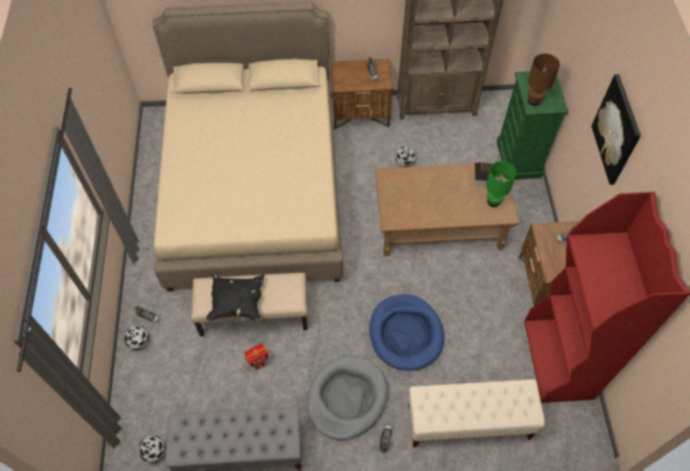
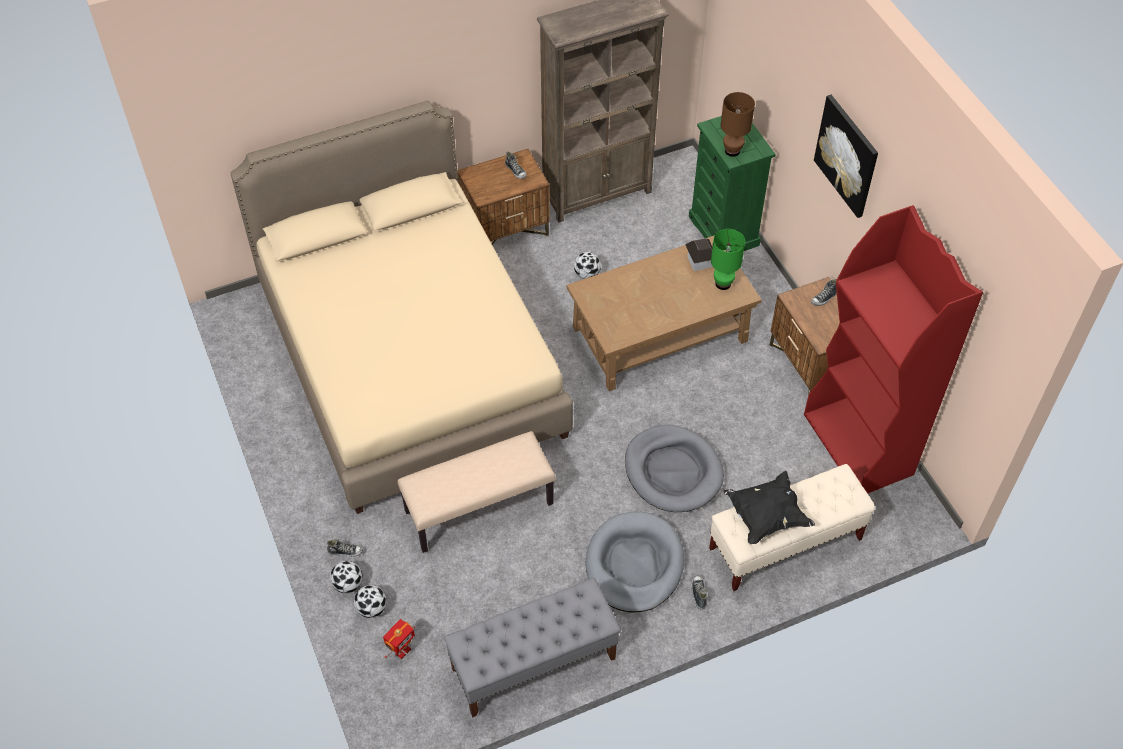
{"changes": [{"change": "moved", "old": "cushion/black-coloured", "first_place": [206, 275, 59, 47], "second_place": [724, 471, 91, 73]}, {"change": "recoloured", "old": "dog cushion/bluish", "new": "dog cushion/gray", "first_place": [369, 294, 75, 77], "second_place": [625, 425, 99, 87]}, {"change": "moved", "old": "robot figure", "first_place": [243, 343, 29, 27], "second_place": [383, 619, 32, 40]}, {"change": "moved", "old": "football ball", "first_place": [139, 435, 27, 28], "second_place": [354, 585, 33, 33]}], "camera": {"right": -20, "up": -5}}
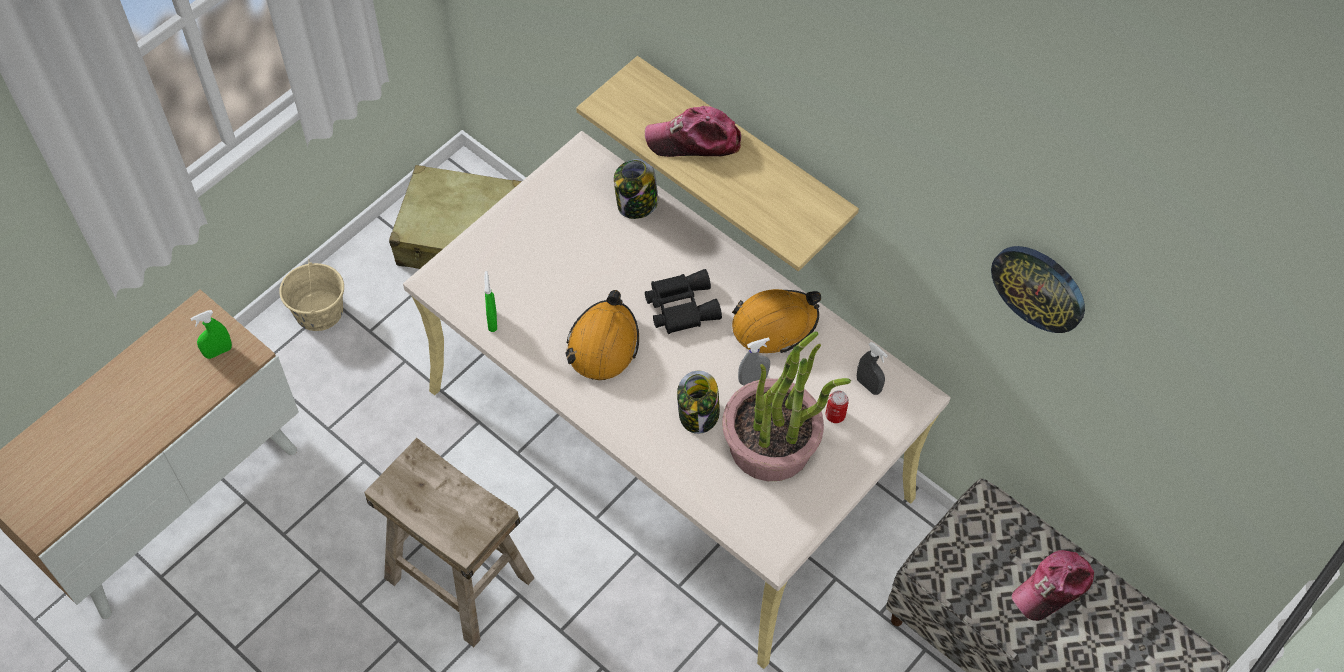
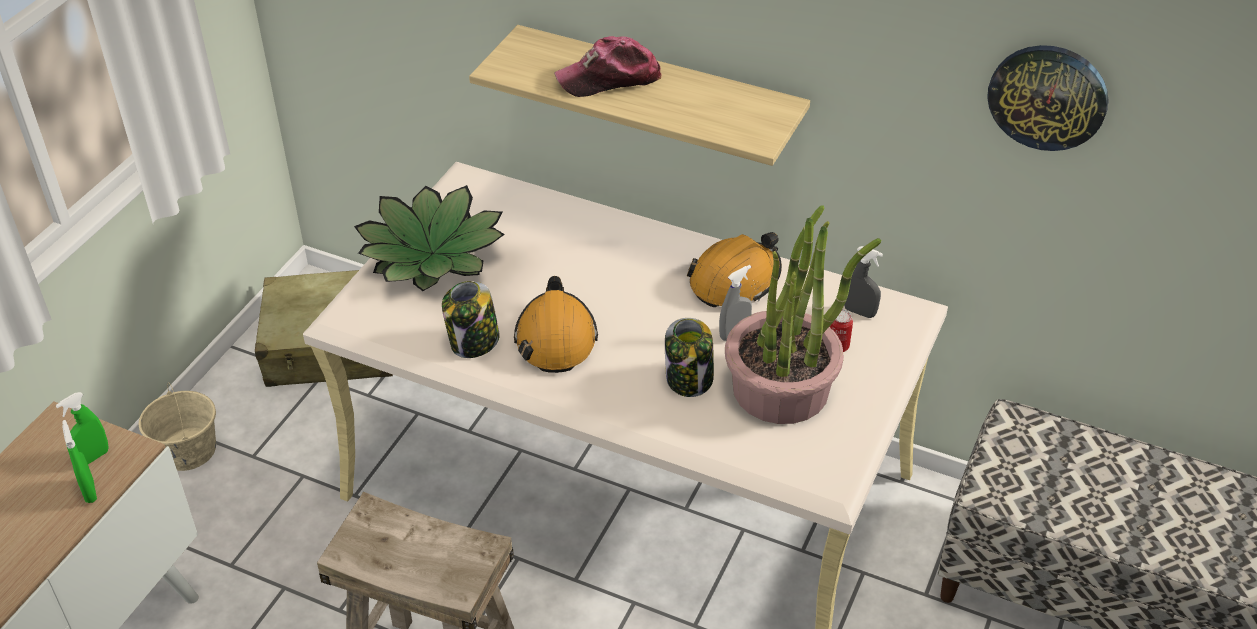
{"changes": [{"change": "moved", "old": "storage jar", "first_place": [614, 159, 44, 60], "second_place": [442, 281, 58, 77]}, {"change": "removed", "old": "field glasses/black-coloured", "first_place": [645, 269, 77, 65]}, {"change": "moved", "old": "sprayer/greenish", "first_place": [484, 271, 13, 61], "second_place": [62, 420, 35, 83]}, {"change": "removed", "old": "cap", "first_place": [1011, 550, 83, 71]}, {"change": "added", "new": "plant in a pot", "second_place": [354, 185, 151, 106]}], "camera": {"right": -15, "up": -15}}
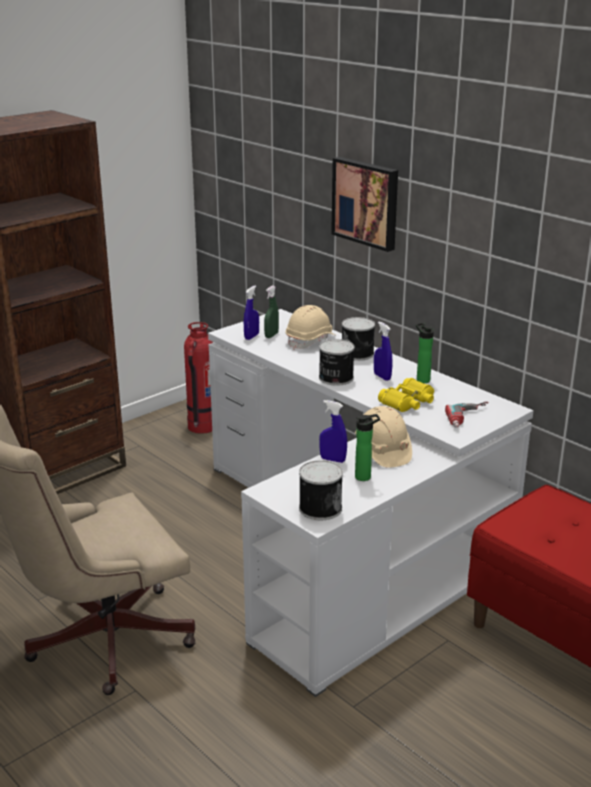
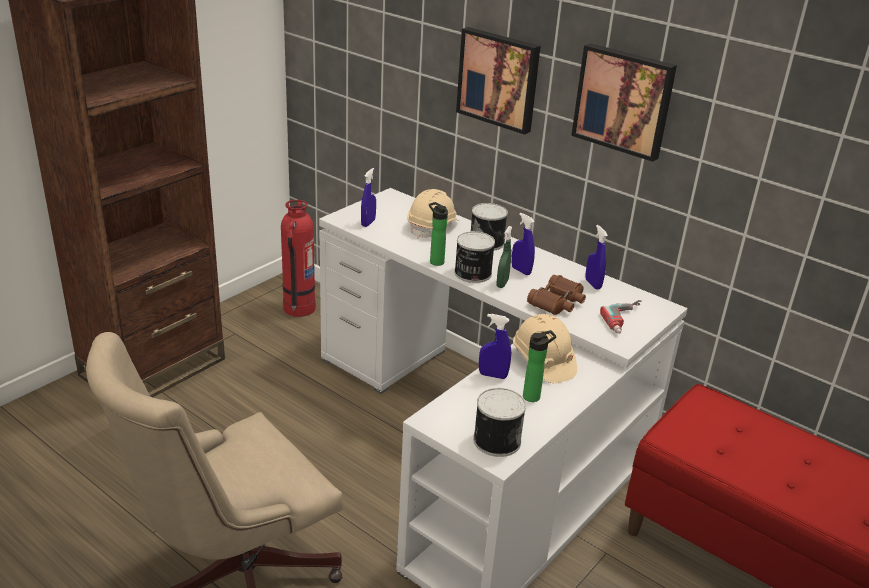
{"changes": [{"change": "moved", "old": "sprayer/greenish", "first_place": [264, 285, 15, 53], "second_place": [496, 226, 16, 62]}, {"change": "moved", "old": "bottle", "first_place": [416, 323, 18, 60], "second_place": [429, 202, 19, 64]}, {"change": "recoloured", "old": "field glasses/yellowish", "new": "field glasses/brownish", "first_place": [378, 378, 56, 34], "second_place": [527, 275, 59, 40]}, {"change": "added", "new": "wall art", "second_place": [571, 43, 106, 119]}, {"change": "added", "new": "sprayer/bluish", "second_place": [586, 225, 22, 65]}], "camera": {"right": -10, "up": 5}}
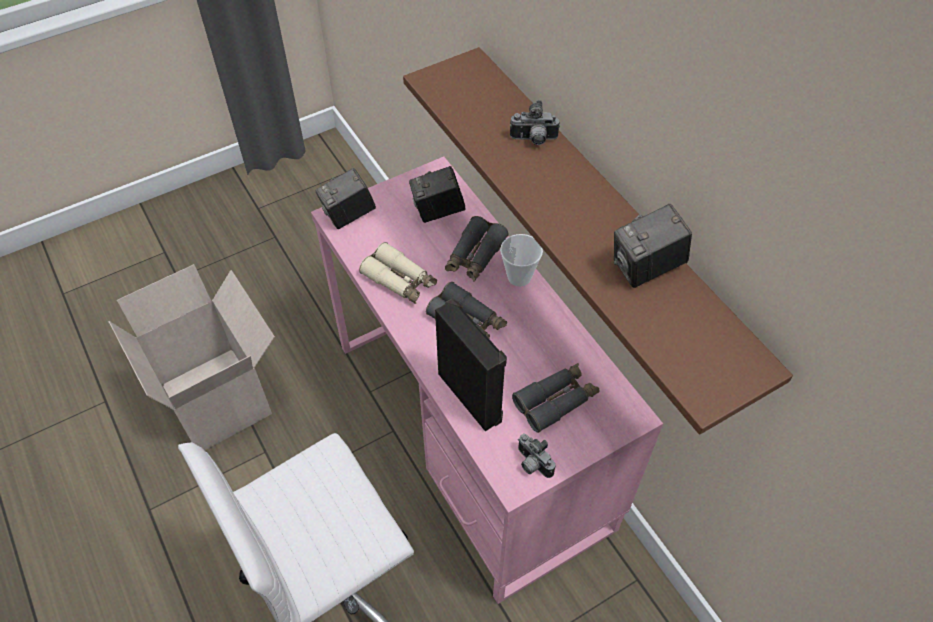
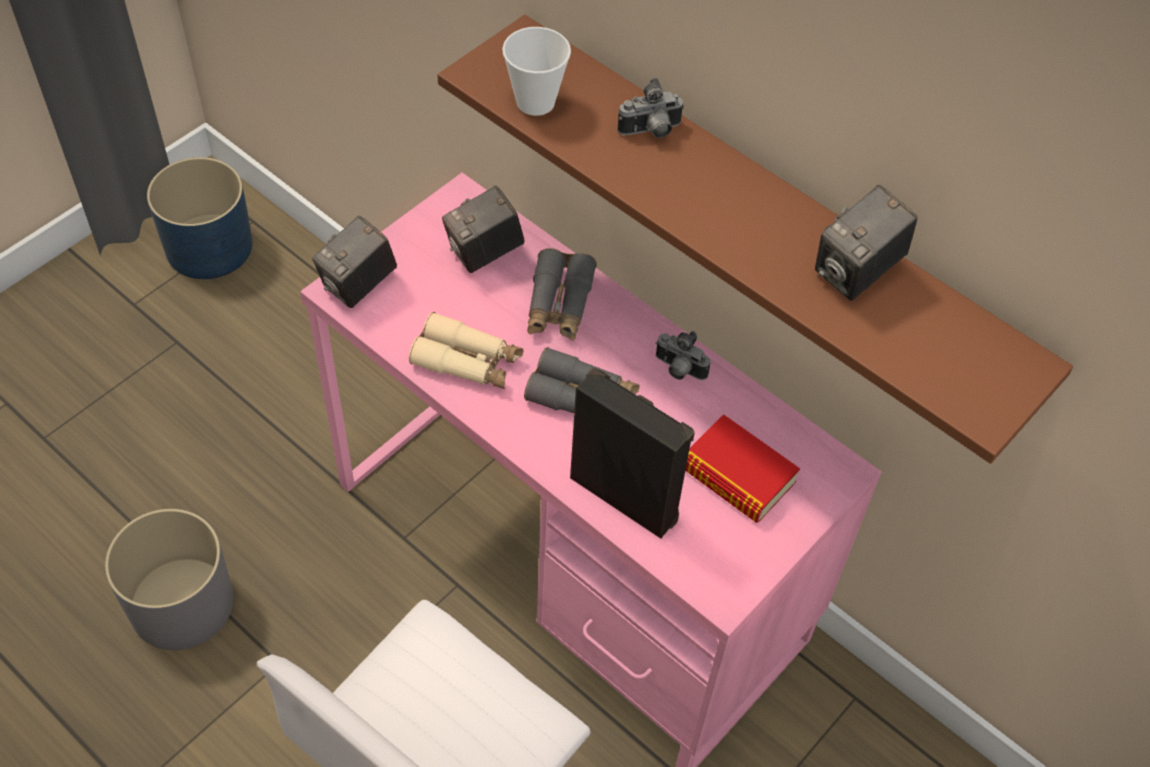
{"changes": [{"change": "moved", "old": "small cup", "first_place": [500, 234, 43, 53], "second_place": [502, 27, 69, 89]}, {"change": "replaced", "old": "cardboard box", "new": "planter/gray", "first_place": [108, 264, 167, 187], "second_place": [105, 509, 128, 141]}, {"change": "replaced", "old": "field glasses/gray", "new": "volume", "first_place": [512, 363, 88, 70], "second_place": [685, 414, 115, 109]}, {"change": "moved", "old": "still camera", "first_place": [518, 434, 37, 44], "second_place": [656, 331, 55, 49]}, {"change": "added", "new": "planter/bluish", "second_place": [147, 157, 106, 122]}], "camera": {"right": -20, "up": 0}}
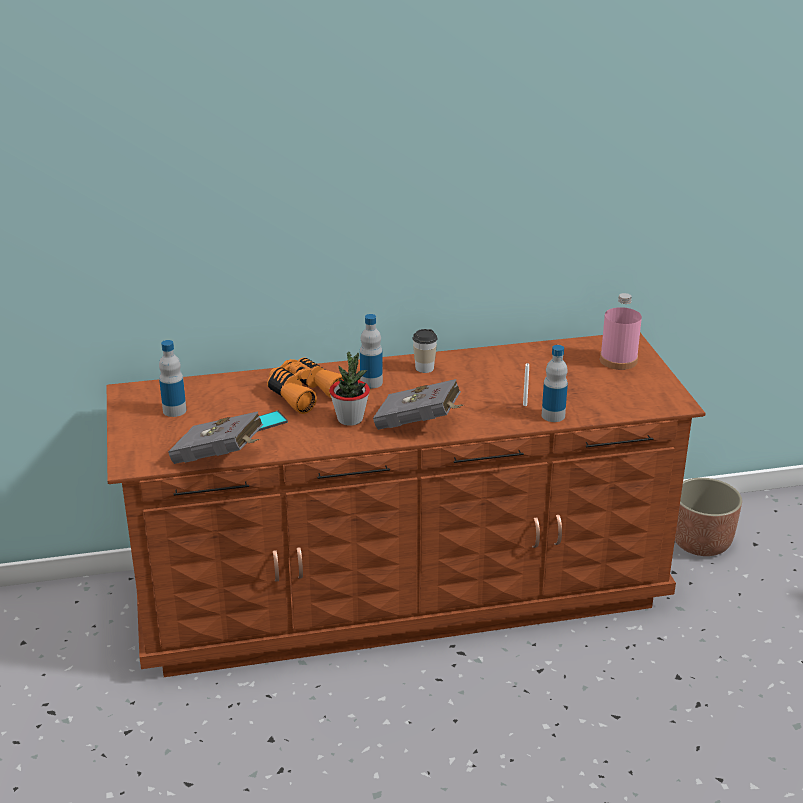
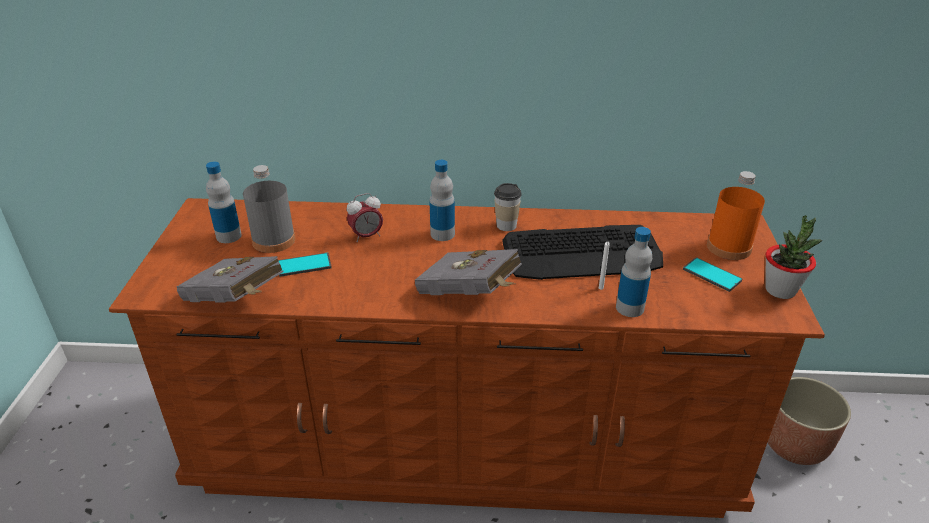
{"changes": [{"change": "recoloured", "old": "bottle/pink", "new": "bottle/orange-coloured", "first_place": [600, 293, 42, 77], "second_place": [707, 171, 58, 89]}, {"change": "moved", "old": "plant in a pot", "first_place": [329, 351, 41, 75], "second_place": [765, 215, 58, 84]}, {"change": "replaced", "old": "field glasses/orange-coloured", "new": "alarm clock", "first_place": [267, 357, 76, 57], "second_place": [347, 193, 36, 49]}, {"change": "added", "new": "bottle/gray", "second_place": [243, 165, 52, 88]}, {"change": "added", "new": "PC keyboard", "second_place": [502, 225, 161, 55]}, {"change": "added", "new": "telephone", "second_place": [683, 257, 59, 35]}], "camera": {"right": 15, "up": 5}}
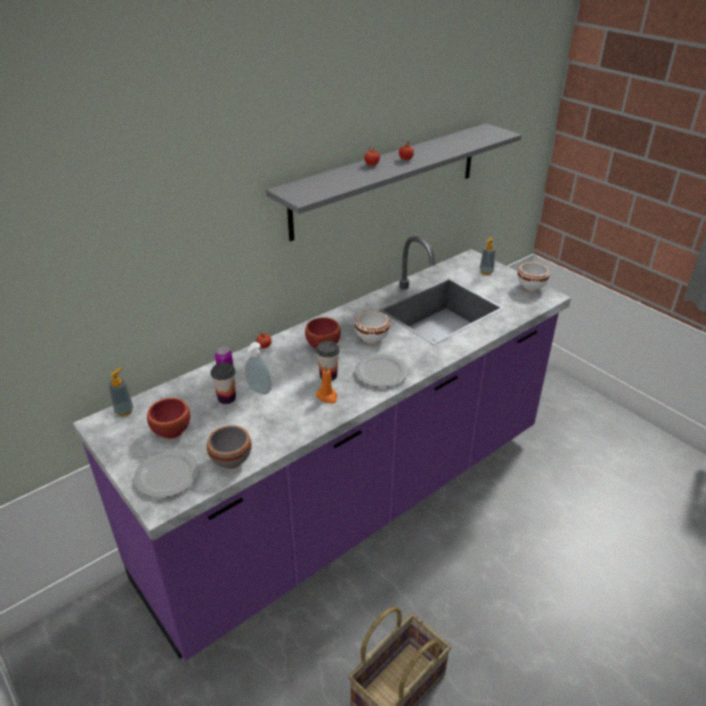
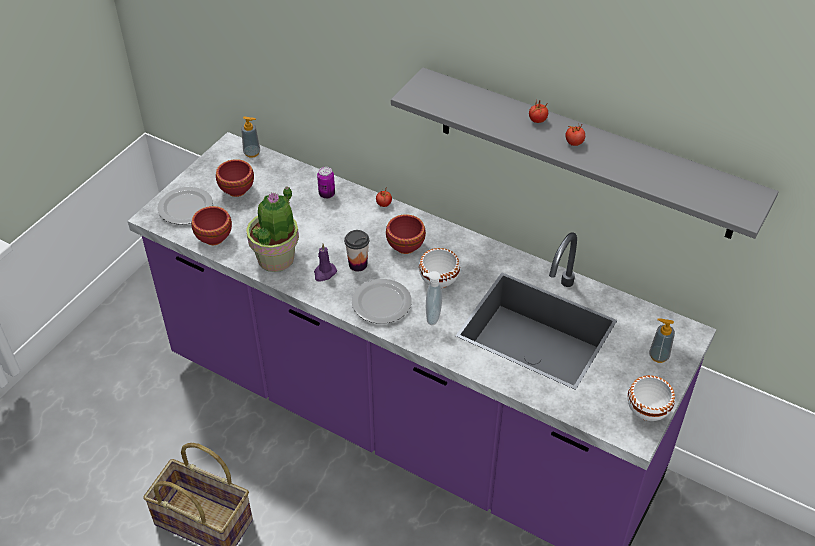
{"changes": [{"change": "moved", "old": "soap bottle", "first_place": [245, 342, 27, 53], "second_place": [423, 271, 19, 54]}, {"change": "removed", "old": "small cup", "first_place": [211, 362, 25, 42]}, {"change": "recoloured", "old": "wax candle/orange-coloured", "new": "wax candle/purple", "first_place": [316, 365, 21, 39], "second_place": [314, 244, 23, 38]}, {"change": "recoloured", "old": "bowl/gray", "new": "bowl/red", "first_place": [207, 425, 44, 44], "second_place": [191, 206, 41, 39]}, {"change": "added", "new": "plant in a pot", "second_place": [246, 186, 53, 86]}], "camera": {"right": 70, "up": 10}}
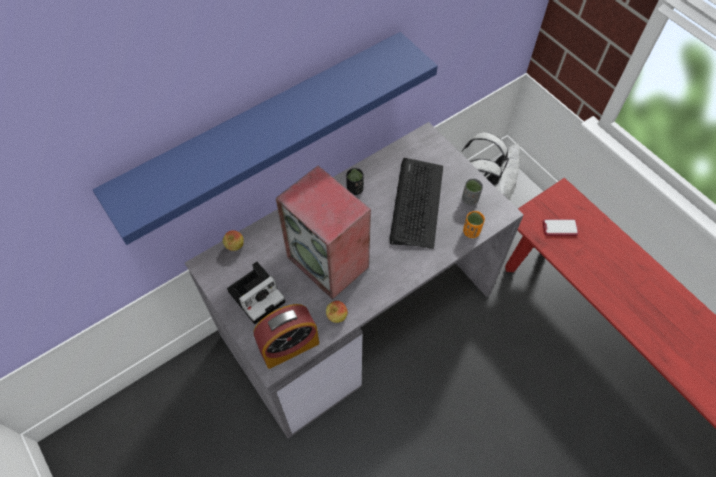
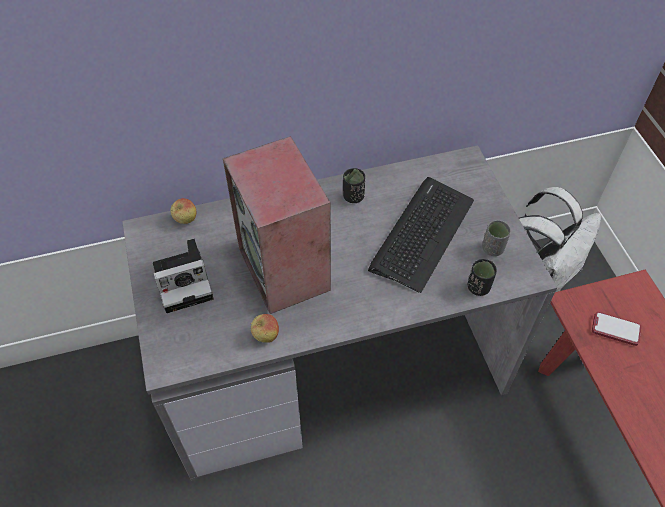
{"changes": [{"change": "removed", "old": "shelf/bluish", "first_place": [93, 32, 345, 213]}, {"change": "recoloured", "old": "small cup/orange-coloured", "new": "small cup/black-coloured", "first_place": [463, 211, 22, 27], "second_place": [467, 259, 30, 37]}, {"change": "removed", "old": "alarm clock", "first_place": [254, 304, 65, 65]}], "camera": {"right": 20, "up": -5}}
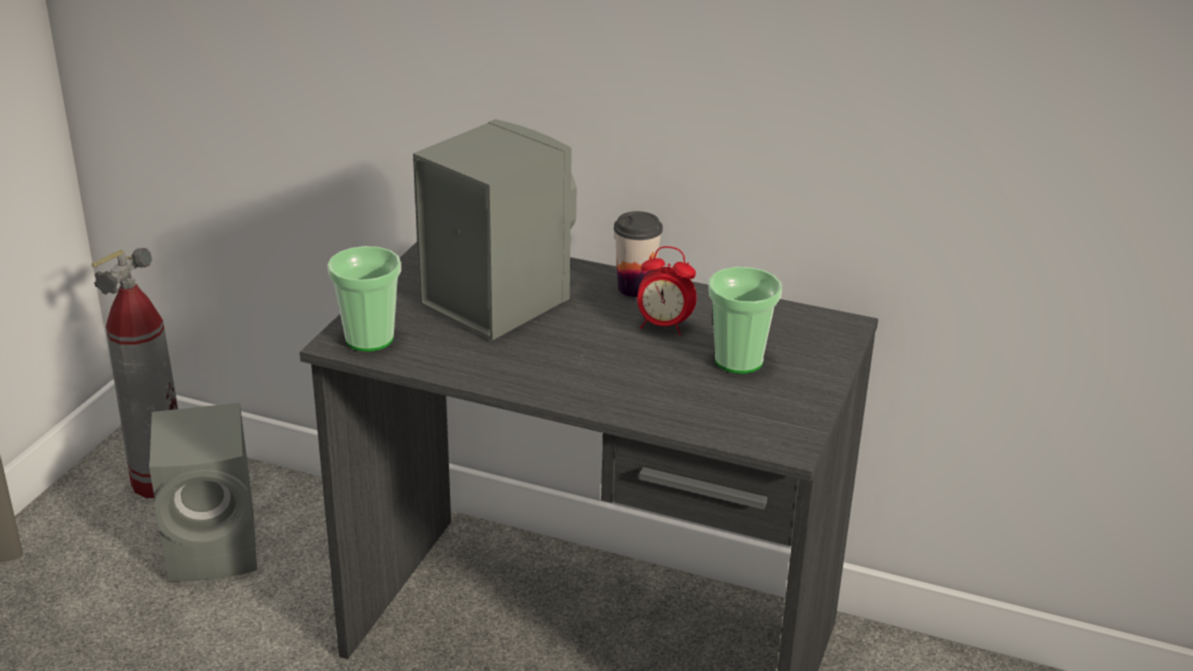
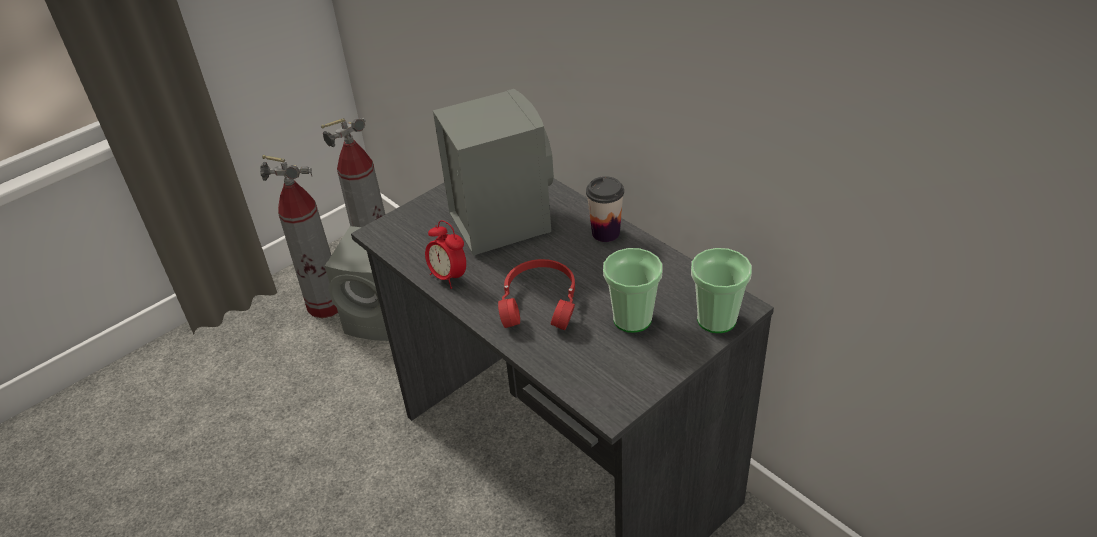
{"changes": [{"change": "moved", "old": "small cup", "first_place": [327, 246, 74, 106], "second_place": [691, 248, 61, 85]}, {"change": "moved", "old": "alarm clock", "first_place": [637, 246, 60, 90], "second_place": [425, 220, 41, 69]}, {"change": "added", "new": "extinguisher", "second_place": [260, 155, 78, 163]}, {"change": "added", "new": "headphones/red", "second_place": [498, 259, 77, 71]}], "camera": {"right": 30, "up": 10}}
